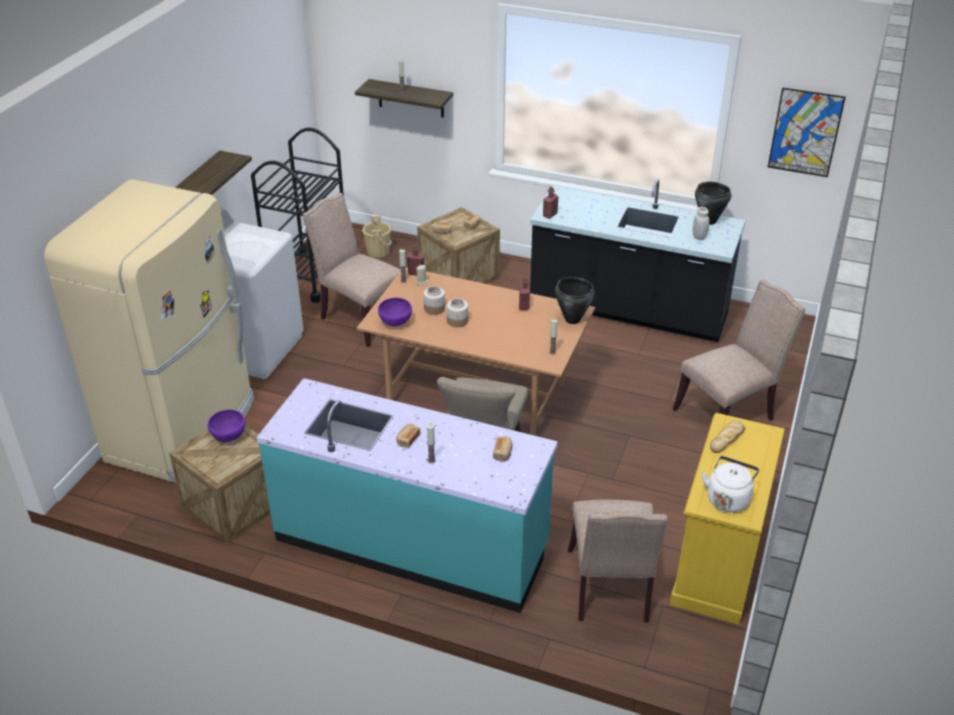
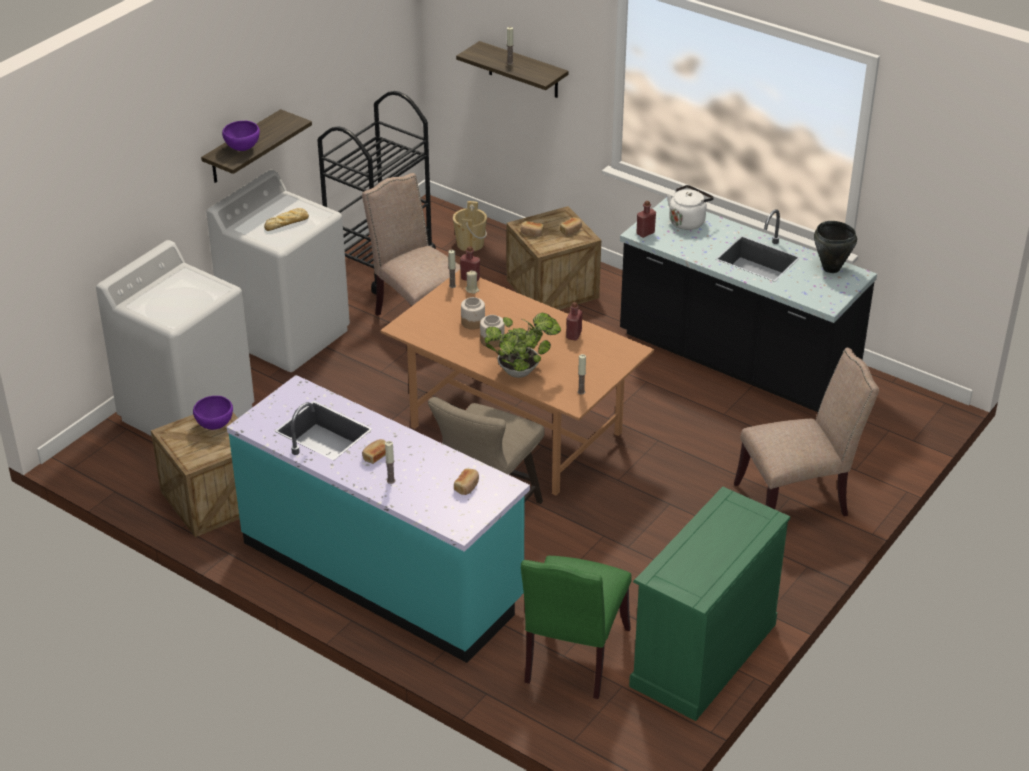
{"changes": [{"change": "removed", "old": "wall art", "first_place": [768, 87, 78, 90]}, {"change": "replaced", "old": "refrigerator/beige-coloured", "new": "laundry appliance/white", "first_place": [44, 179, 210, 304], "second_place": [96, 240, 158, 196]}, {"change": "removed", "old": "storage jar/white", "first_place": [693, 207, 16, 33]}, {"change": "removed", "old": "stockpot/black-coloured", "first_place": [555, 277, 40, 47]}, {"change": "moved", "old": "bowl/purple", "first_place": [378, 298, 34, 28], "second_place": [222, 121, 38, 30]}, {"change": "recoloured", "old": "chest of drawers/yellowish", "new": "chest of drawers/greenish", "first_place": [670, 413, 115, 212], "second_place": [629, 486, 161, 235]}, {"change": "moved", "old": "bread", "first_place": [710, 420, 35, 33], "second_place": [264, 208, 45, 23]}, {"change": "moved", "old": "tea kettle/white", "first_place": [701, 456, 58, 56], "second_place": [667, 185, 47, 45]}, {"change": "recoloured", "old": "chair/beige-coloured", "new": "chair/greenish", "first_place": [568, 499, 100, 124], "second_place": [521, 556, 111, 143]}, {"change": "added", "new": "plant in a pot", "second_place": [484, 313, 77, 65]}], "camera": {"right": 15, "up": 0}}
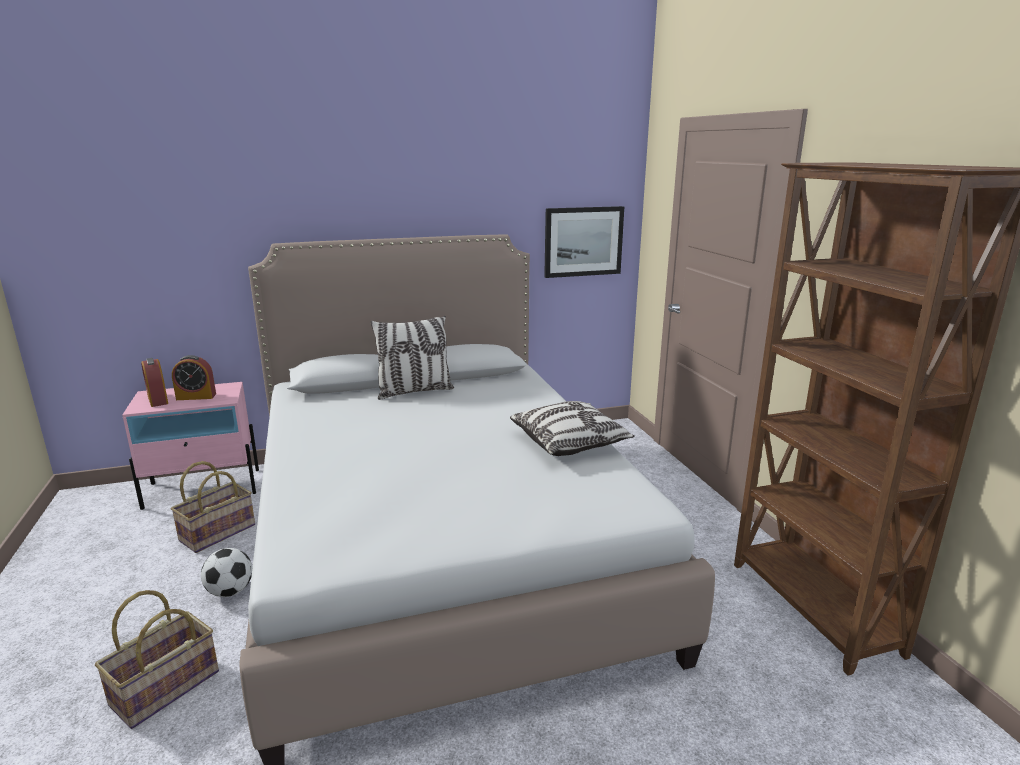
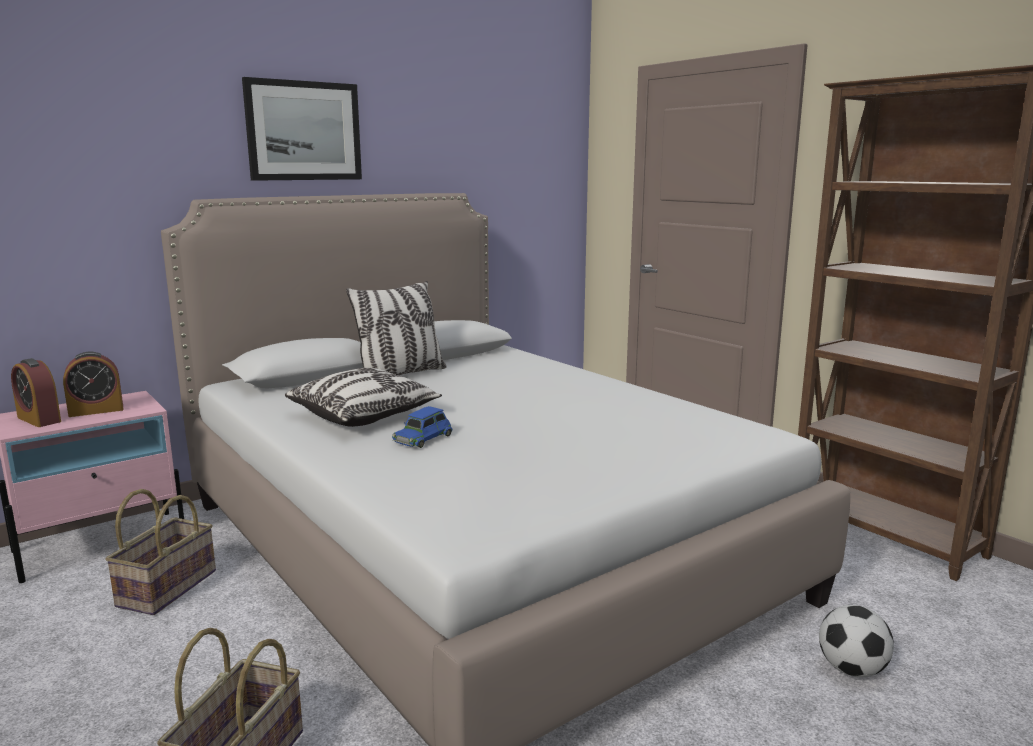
{"changes": [{"change": "moved", "old": "wall art", "first_place": [544, 206, 80, 72], "second_place": [242, 77, 120, 104]}, {"change": "moved", "old": "cushion", "first_place": [510, 401, 125, 55], "second_place": [285, 368, 157, 59]}, {"change": "moved", "old": "football ball", "first_place": [201, 548, 51, 49], "second_place": [819, 605, 75, 72]}, {"change": "added", "new": "toy car/bluish", "second_place": [392, 406, 60, 42]}], "camera": {"right": -20, "up": -5}}
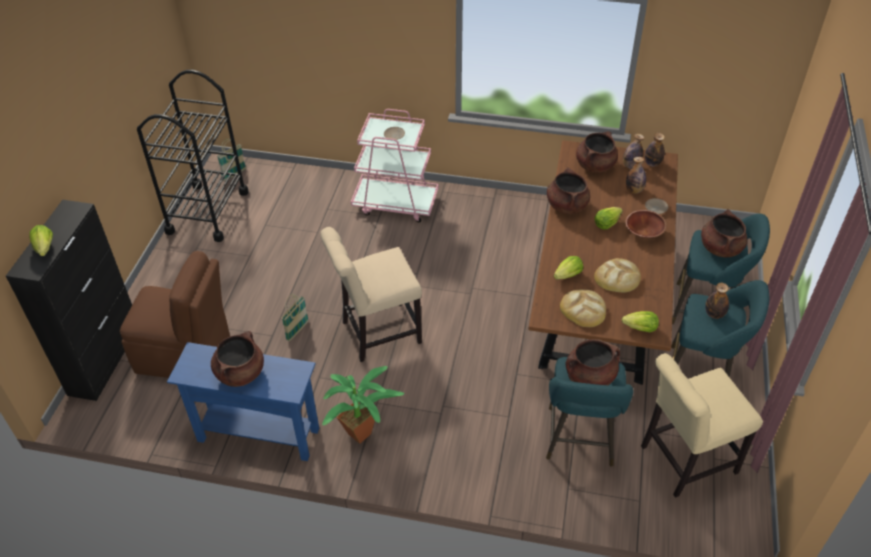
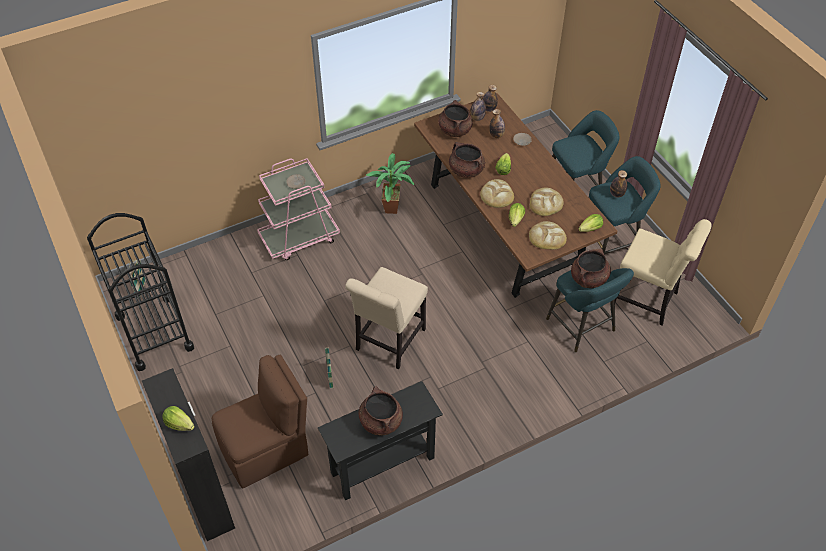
{"changes": [{"change": "removed", "old": "stockpot/brownish", "first_place": [701, 209, 46, 48]}, {"change": "removed", "old": "bowl/brownish", "first_place": [625, 210, 41, 28]}, {"change": "recoloured", "old": "narrow table/bluish", "new": "narrow table/black-coloured", "first_place": [167, 342, 152, 119], "second_place": [318, 381, 125, 119]}, {"change": "turned", "old": "chair/beige-coloured", "first_place": [641, 353, 122, 145], "second_place": [615, 219, 97, 107], "degrees": -90}, {"change": "moved", "old": "plant in a pot", "first_place": [322, 366, 82, 78], "second_place": [366, 153, 49, 61]}, {"change": "added", "new": "bread", "second_place": [480, 179, 34, 29]}], "camera": {"right": -40, "up": 5}}
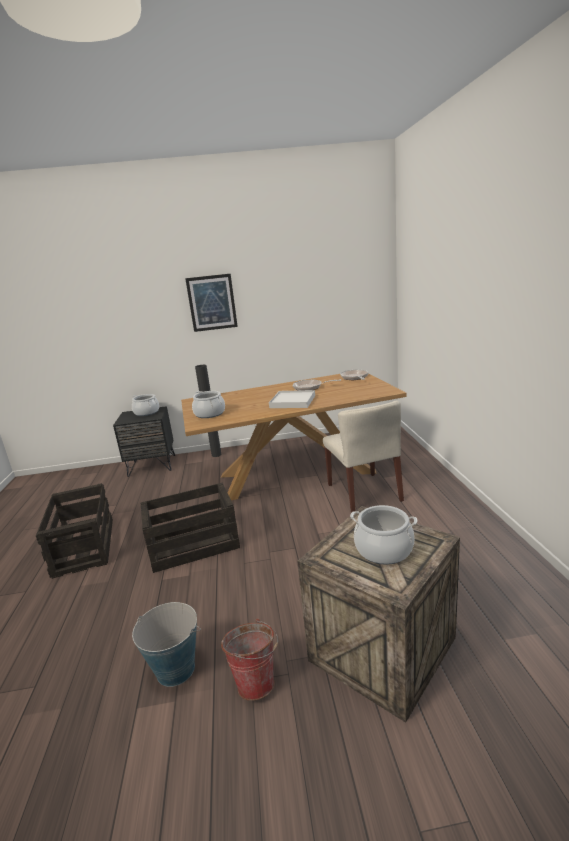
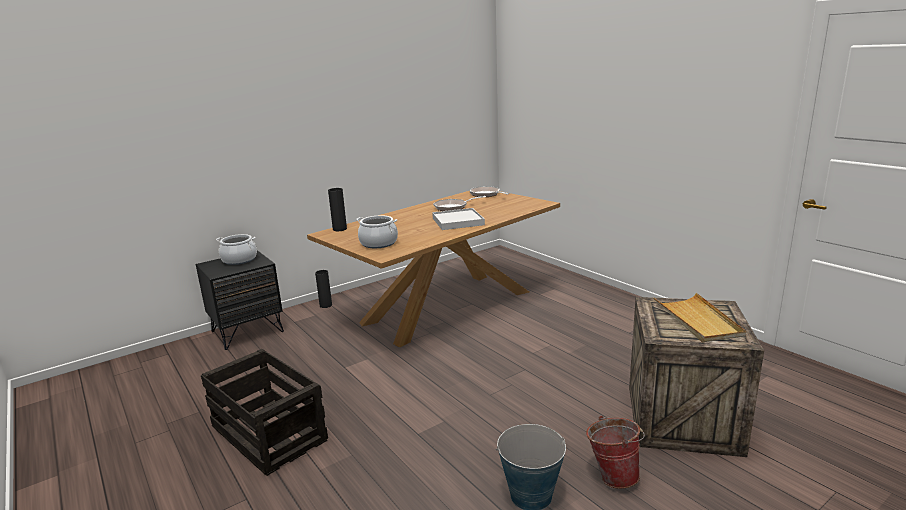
{"changes": [{"change": "removed", "old": "wall art", "first_place": [185, 273, 53, 59]}, {"change": "removed", "old": "chair/beige-coloured", "first_place": [323, 400, 81, 113]}, {"change": "removed", "old": "packing crate", "first_place": [140, 482, 100, 91]}, {"change": "replaced", "old": "stockpot", "new": "tray/beige-coloured", "first_place": [350, 505, 67, 60], "second_place": [654, 293, 92, 49]}], "camera": {"right": -30, "up": 0}}
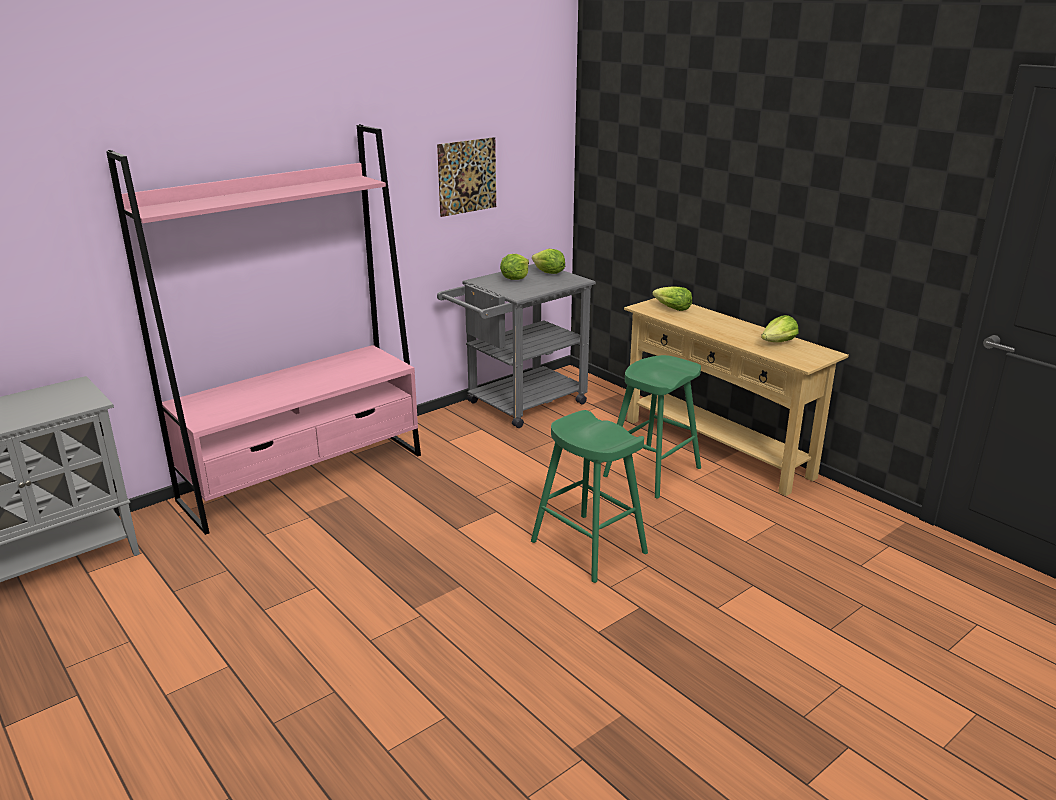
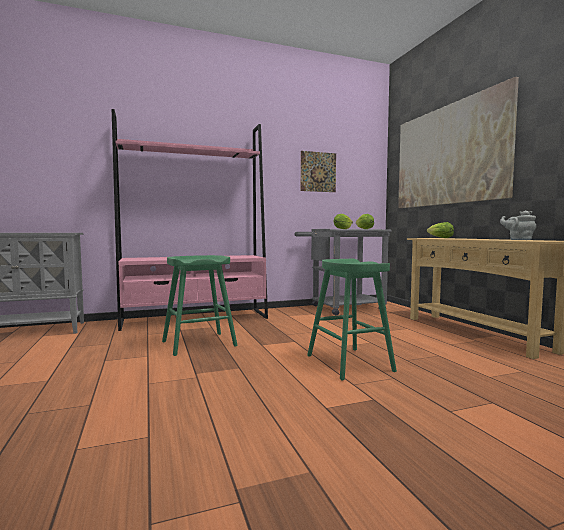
{"changes": [{"change": "replaced", "old": "head of lettuce", "new": "pot for tea/gray", "first_place": [761, 315, 37, 27], "second_place": [500, 210, 36, 30]}, {"change": "moved", "old": "sitting stool/greenish", "first_place": [603, 355, 98, 144], "second_place": [162, 255, 75, 101]}, {"change": "added", "new": "wall art", "second_place": [398, 77, 121, 131]}], "camera": {"right": 20, "up": -20}}
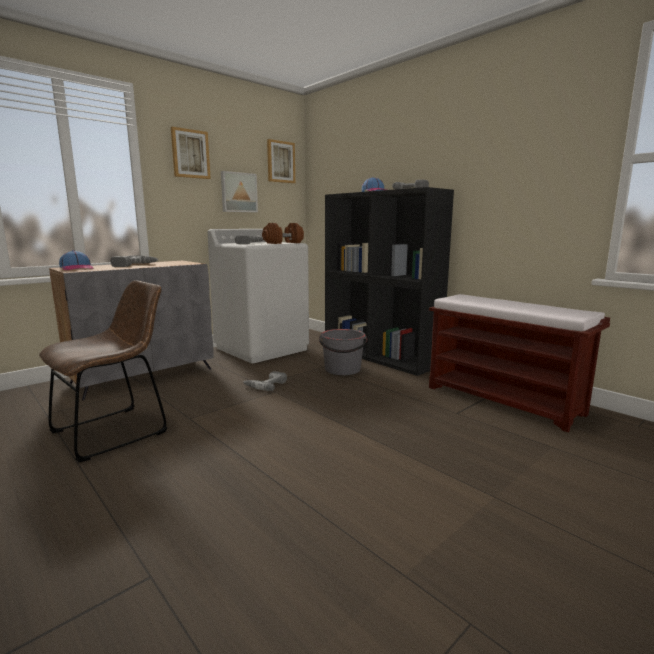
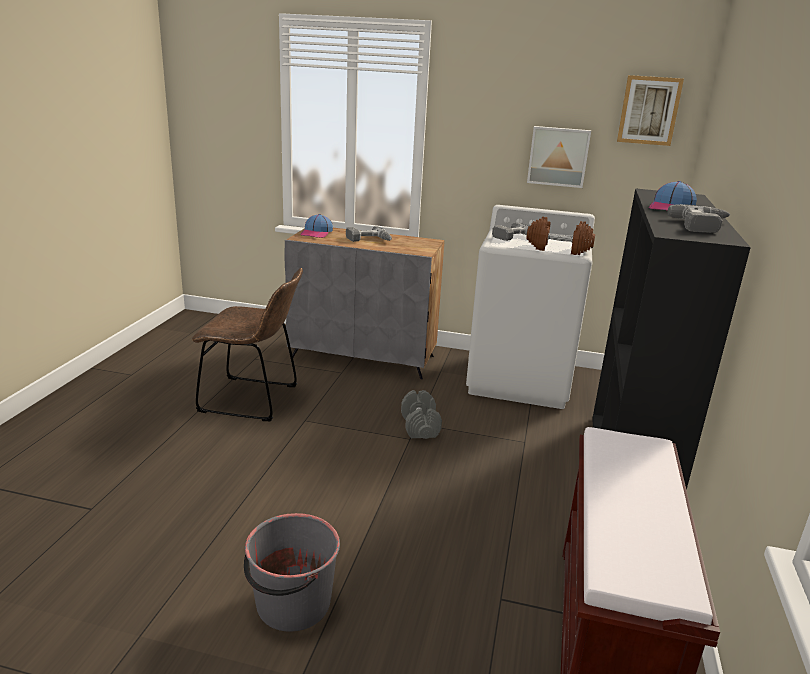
{"changes": [{"change": "removed", "old": "wall art", "first_place": [171, 127, 40, 52]}, {"change": "moved", "old": "water bucket/gray", "first_place": [319, 329, 48, 46], "second_place": [244, 513, 96, 119]}, {"change": "replaced", "old": "drill", "new": "free weight/gray", "first_place": [243, 371, 44, 20], "second_place": [401, 390, 41, 49]}], "camera": {"right": 55, "up": 10}}
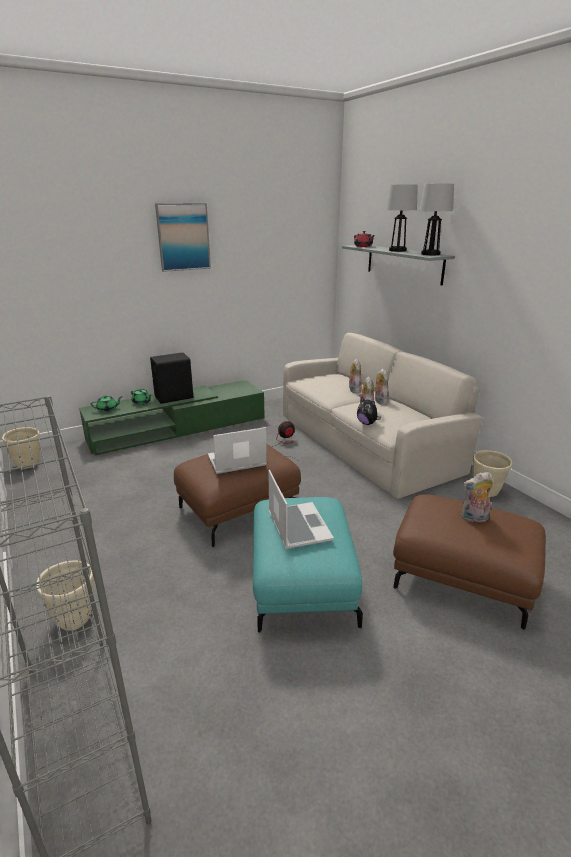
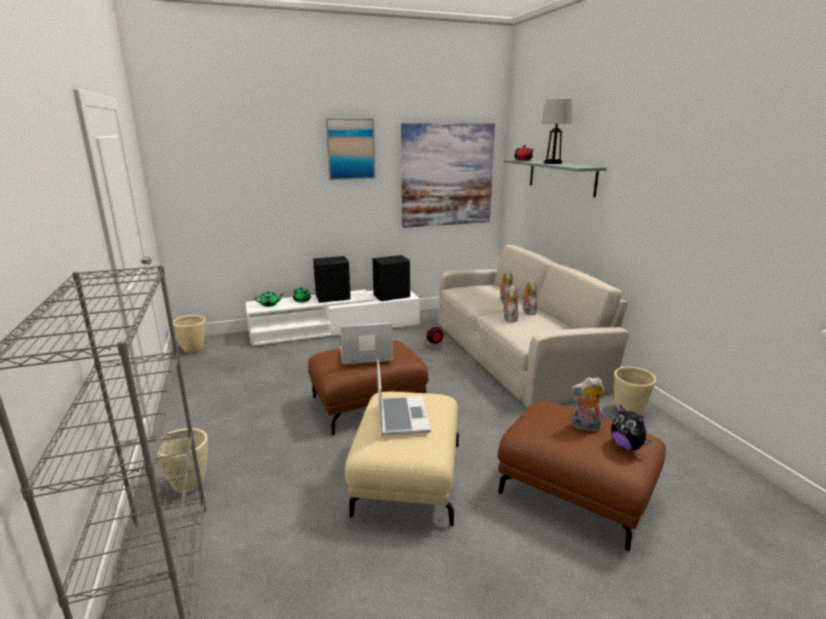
{"changes": [{"change": "removed", "old": "table lamp", "first_place": [419, 183, 35, 72]}, {"change": "recoloured", "old": "tv stand/greenish", "new": "tv stand/white", "first_place": [79, 380, 186, 75], "second_place": [246, 290, 174, 56]}, {"change": "moved", "old": "soft toy", "first_place": [357, 396, 24, 29], "second_place": [611, 405, 41, 45]}, {"change": "recoloured", "old": "footrest/blue-green", "new": "footrest/beige-coloured", "first_place": [253, 497, 110, 136], "second_place": [345, 392, 114, 135]}, {"change": "added", "new": "wall art", "second_place": [401, 123, 94, 105]}, {"change": "added", "new": "audio speaker/black-coloured", "second_place": [373, 255, 37, 46]}], "camera": {"right": 10, "up": -5}}
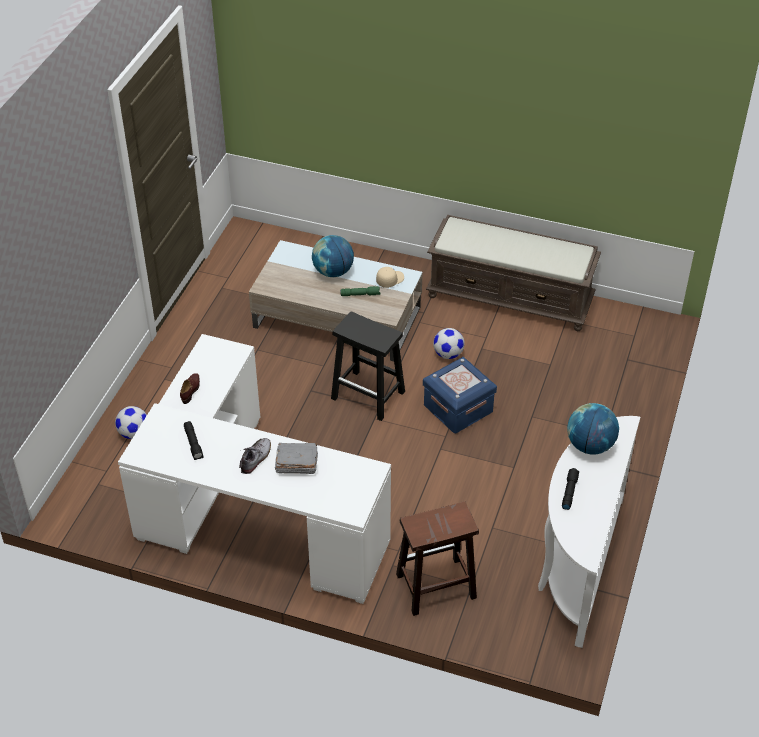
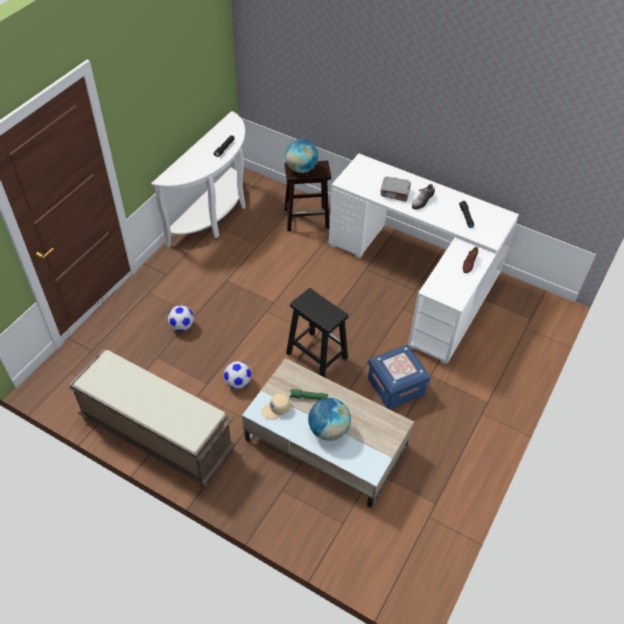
{"changes": [{"change": "moved", "old": "storage box/bluish", "first_place": [423, 357, 74, 76], "second_place": [368, 345, 63, 64]}, {"change": "moved", "old": "world globe", "first_place": [567, 403, 52, 51], "second_place": [285, 139, 33, 34]}, {"change": "moved", "old": "football ball", "first_place": [115, 406, 32, 33], "second_place": [168, 305, 26, 26]}], "camera": {"right": -170, "up": 5}}
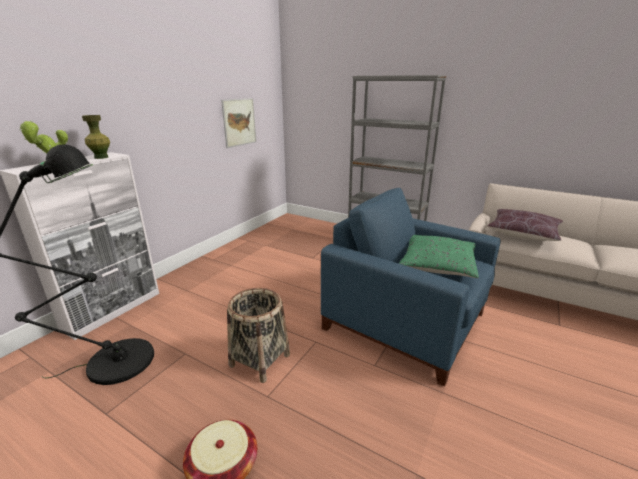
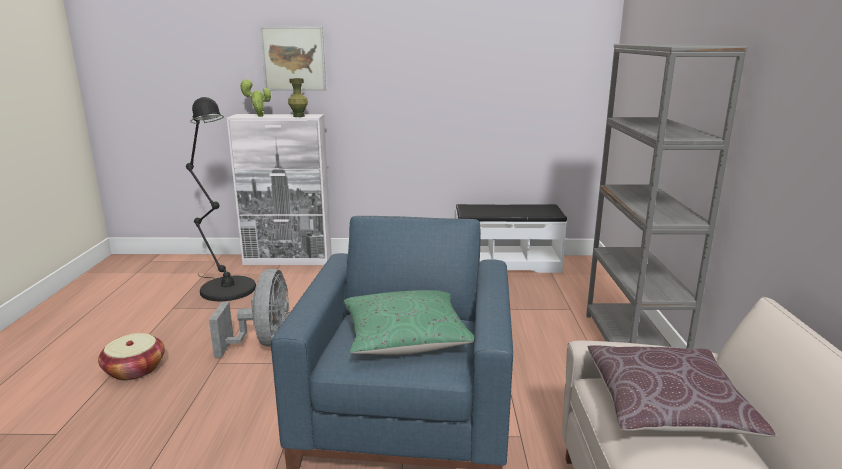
{"changes": [{"change": "moved", "old": "wall art", "first_place": [221, 98, 35, 50], "second_place": [260, 26, 66, 65]}, {"change": "replaced", "old": "household basket", "new": "fan/gray", "first_place": [227, 288, 63, 95], "second_place": [209, 269, 80, 88]}, {"change": "added", "new": "bench/white", "second_place": [456, 204, 111, 69]}], "camera": {"right": 60, "up": -5}}
